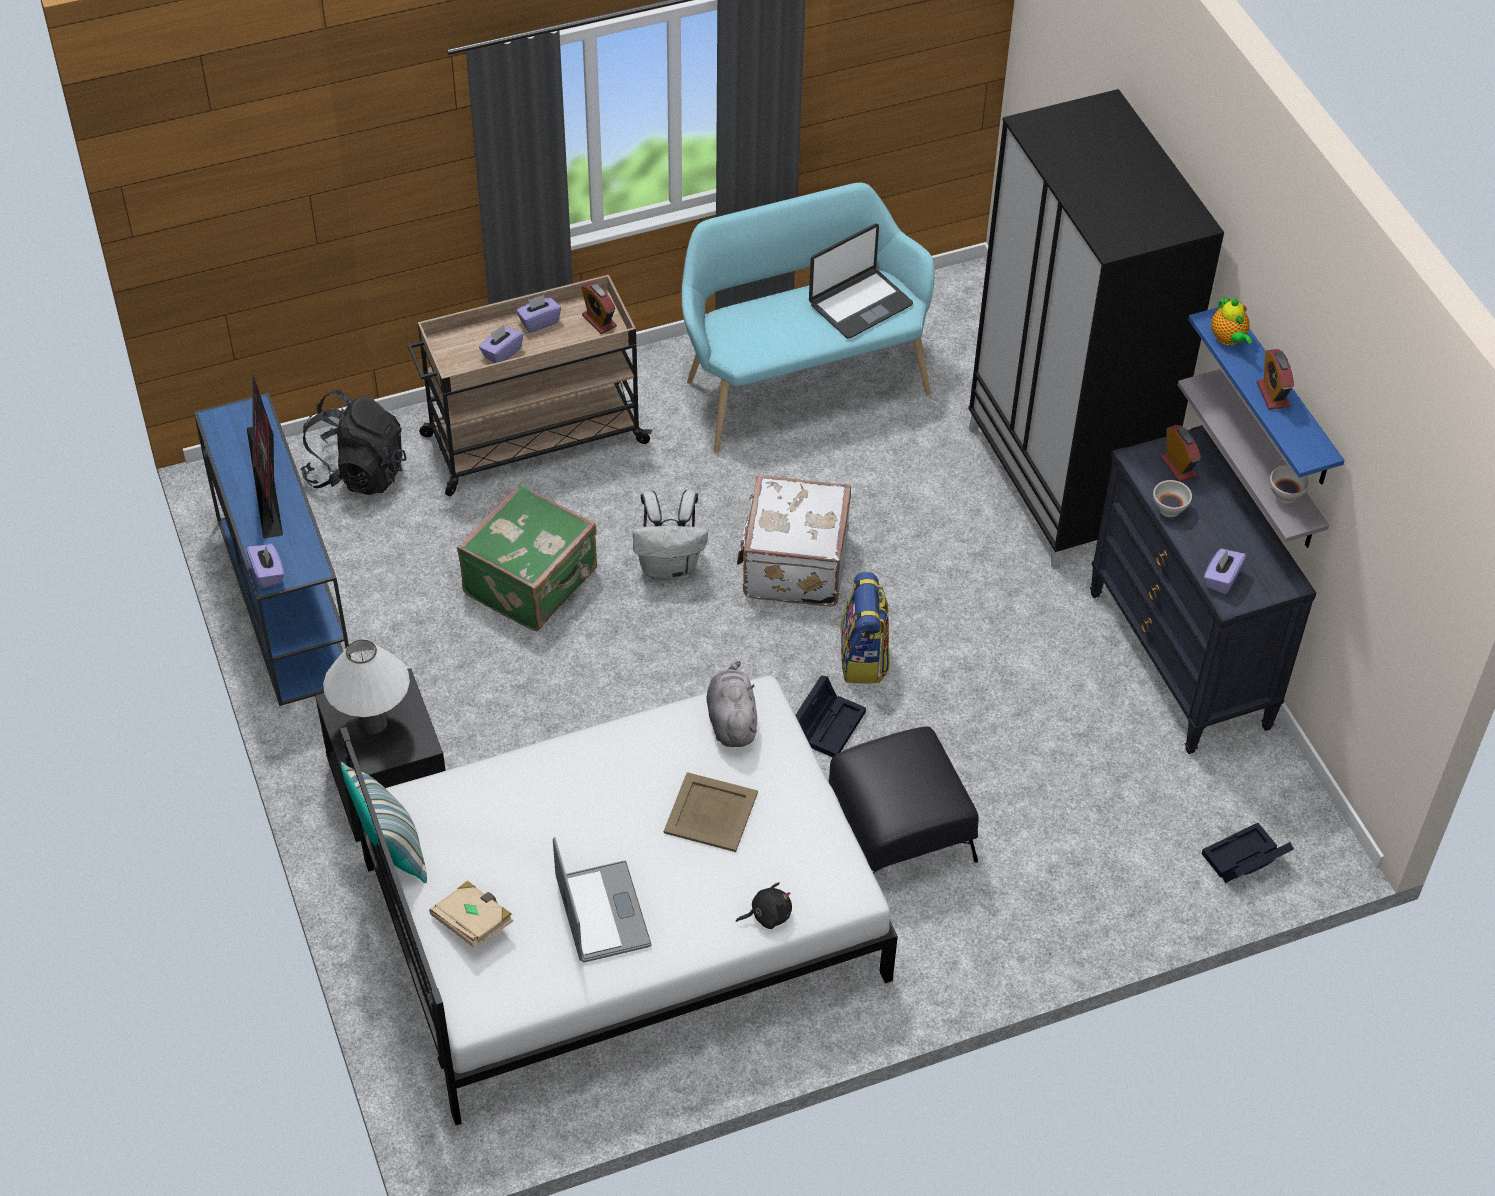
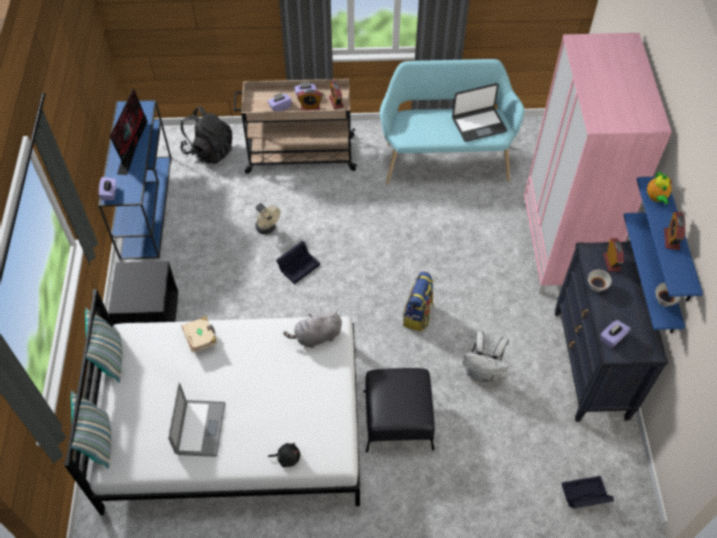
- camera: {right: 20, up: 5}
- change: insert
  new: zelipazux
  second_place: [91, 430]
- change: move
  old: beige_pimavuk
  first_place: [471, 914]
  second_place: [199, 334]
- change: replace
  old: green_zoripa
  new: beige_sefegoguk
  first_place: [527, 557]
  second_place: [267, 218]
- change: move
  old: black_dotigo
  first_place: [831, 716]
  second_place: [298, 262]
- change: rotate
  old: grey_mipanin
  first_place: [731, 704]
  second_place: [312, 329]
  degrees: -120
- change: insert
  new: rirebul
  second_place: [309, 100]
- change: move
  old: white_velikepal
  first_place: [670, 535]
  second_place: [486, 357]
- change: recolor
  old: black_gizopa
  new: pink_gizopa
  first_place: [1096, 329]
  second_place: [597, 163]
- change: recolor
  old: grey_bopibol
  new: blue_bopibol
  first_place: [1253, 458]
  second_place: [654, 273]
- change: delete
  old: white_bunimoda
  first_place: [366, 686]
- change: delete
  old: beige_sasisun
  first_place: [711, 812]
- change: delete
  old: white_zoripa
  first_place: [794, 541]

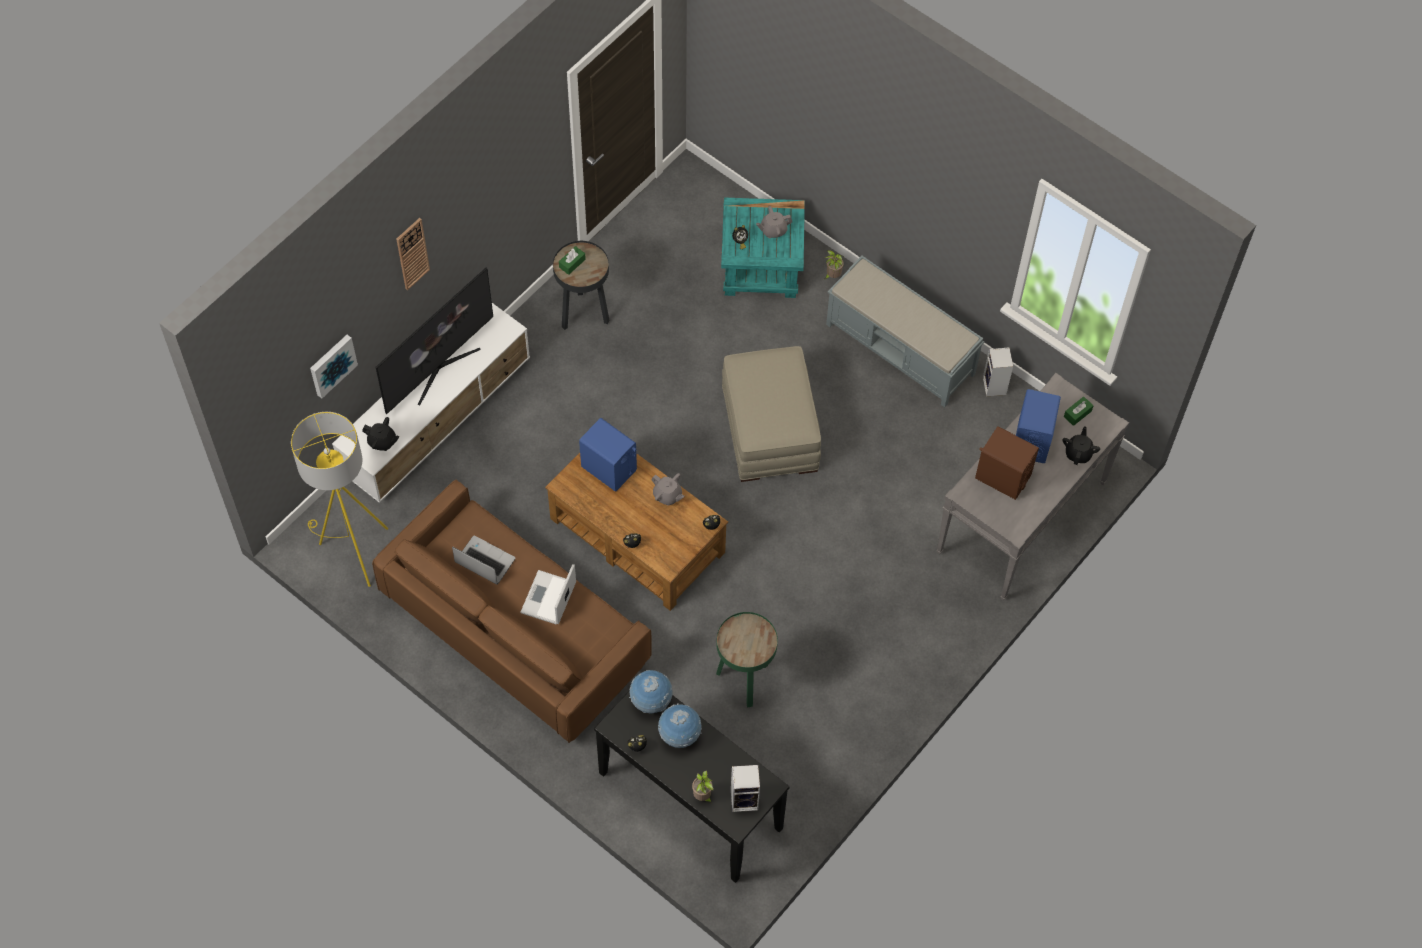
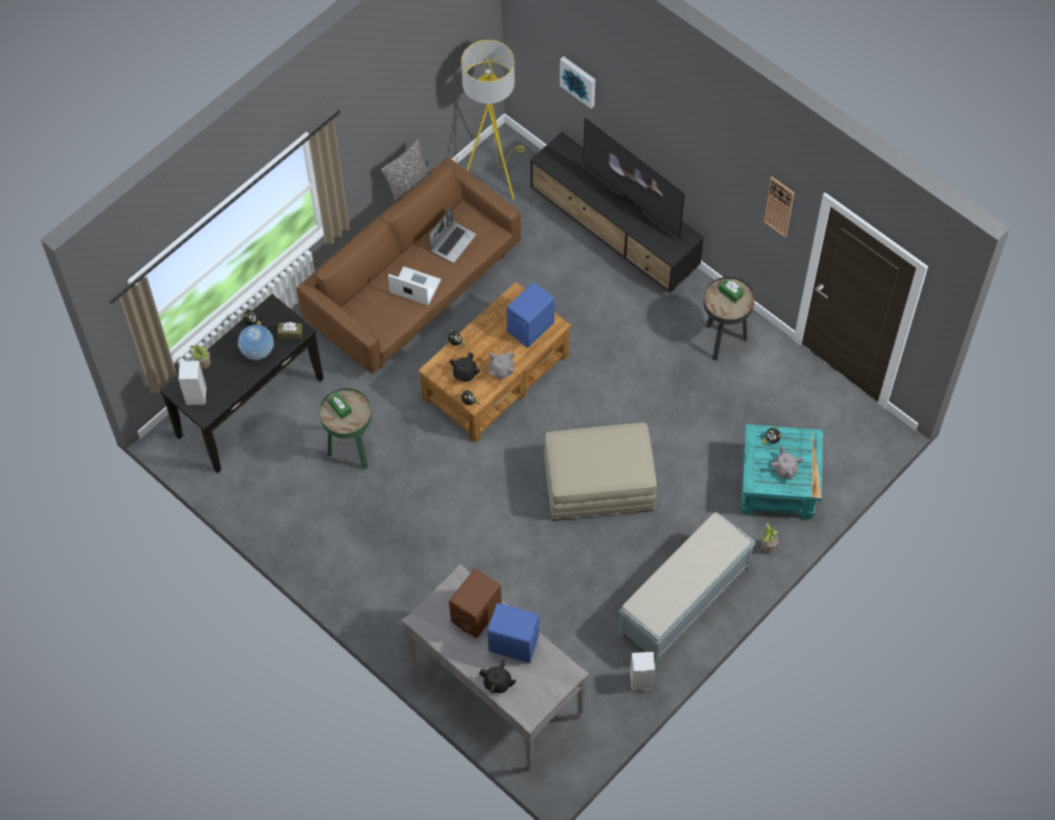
- camera: {right: 95, up: 0}
- change: replace
  old: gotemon
  new: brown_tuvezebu
  first_place: [651, 691]
  second_place: [290, 330]
- change: move
  old: green_tuvezebu
  first_place: [1079, 411]
  second_place: [340, 405]
- change: insert
  new: zelipazux
  second_place: [406, 172]
- change: move
  old: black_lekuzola
  first_place: [380, 434]
  second_place: [464, 367]
- change: recolor
  old: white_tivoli
  new: black_tivoli
  first_place: [431, 403]
  second_place: [617, 212]
- change: move
  old: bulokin
  first_place: [413, 254]
  second_place: [778, 207]

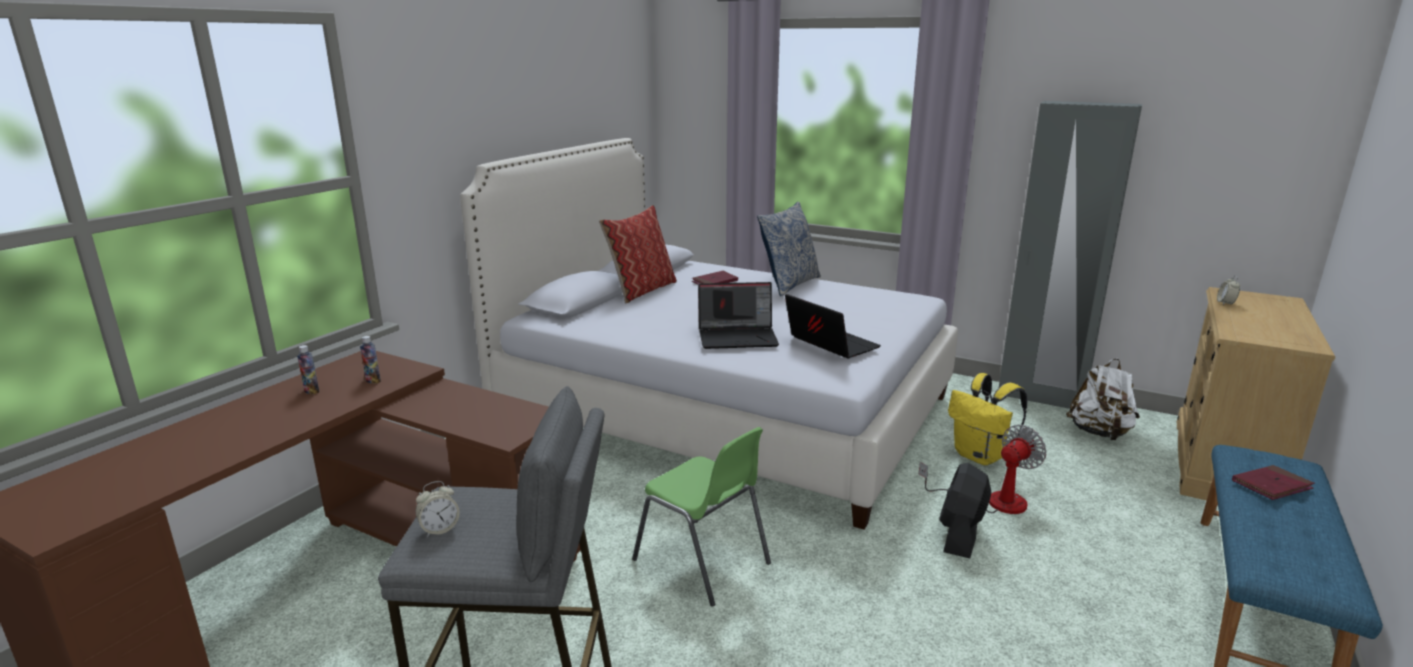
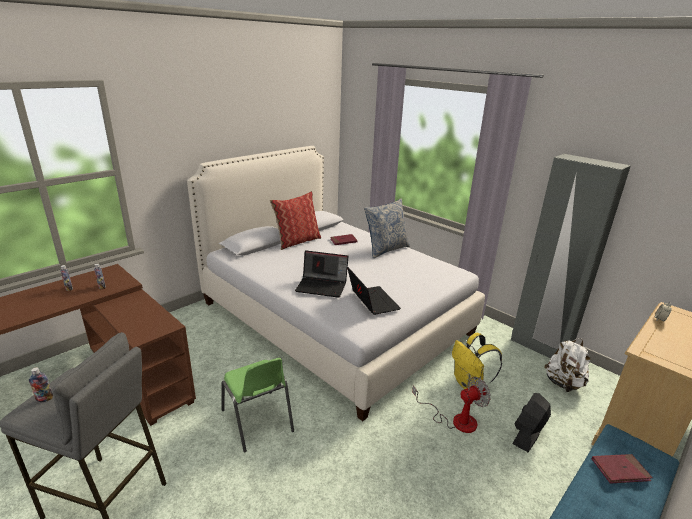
- camera: {right: 15, up: 5}
- change: replace
  old: rirebul
  new: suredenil
  first_place: [438, 509]
  second_place: [41, 384]
- change: move
  old: black_sefegoguk
  first_place: [965, 510]
  second_place: [531, 422]

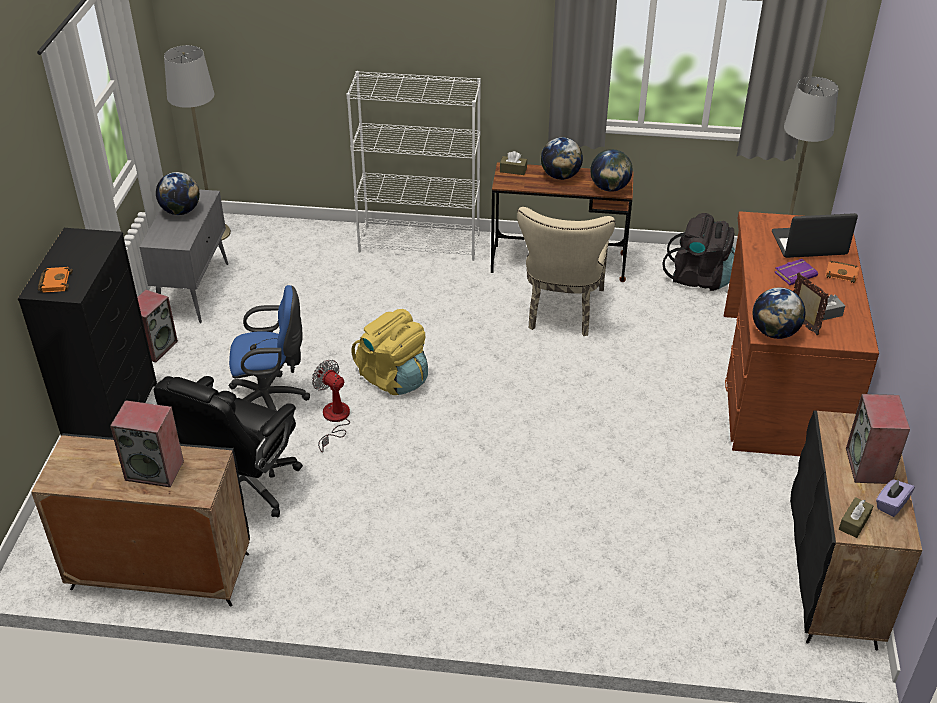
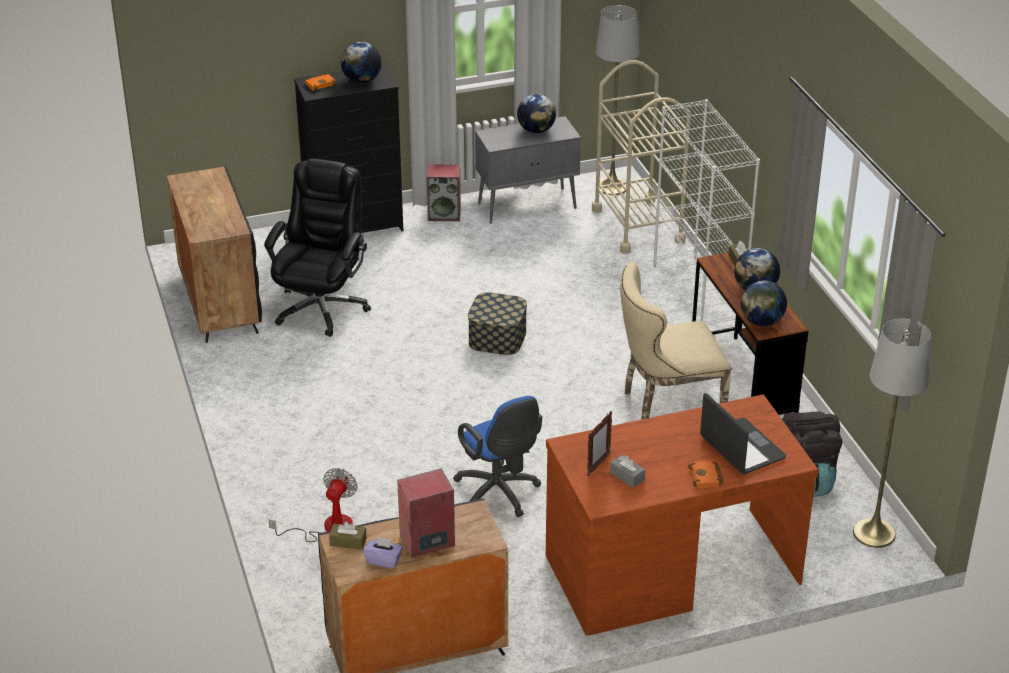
- camera: {right: 65, up: -5}
- change: rotate
  old: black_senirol
  first_place: [228, 446]
  second_place: [317, 248]
  degrees: 105
- change: move
  old: sefegoguk
  first_place: [331, 406]
  second_place: [313, 505]
- change: move
  old: gotemon
  first_place: [779, 313]
  second_place: [361, 62]
- change: move
  old: blue_senirol
  first_place: [269, 348]
  second_place: [497, 456]
- change: replace
  old: yellow_velikepal
  new: dotigo
  first_place: [389, 352]
  second_place: [497, 323]
- change: insert
  new: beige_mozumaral
  second_place: [641, 157]
- change: delete
  old: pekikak
  first_place: [147, 443]
- change: delete
  old: purple_pimavuk
  first_place: [796, 272]

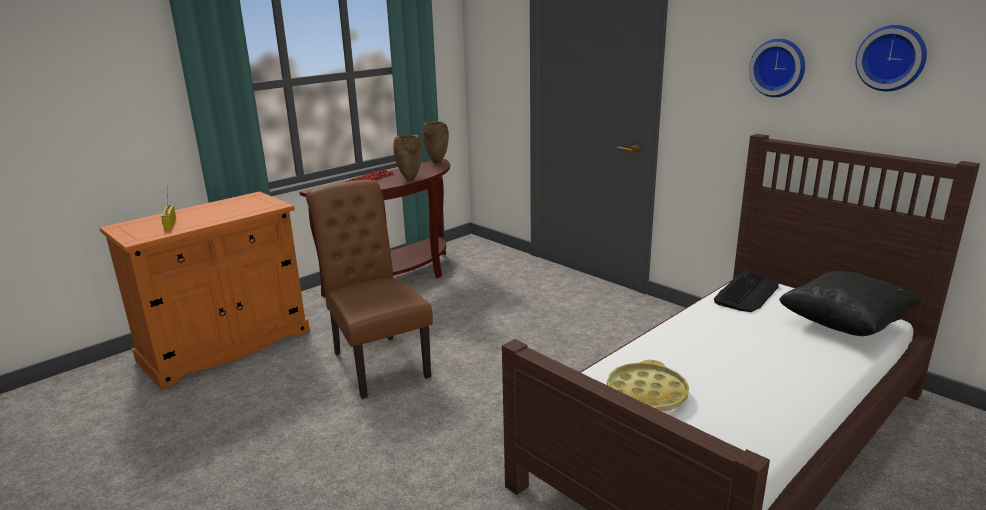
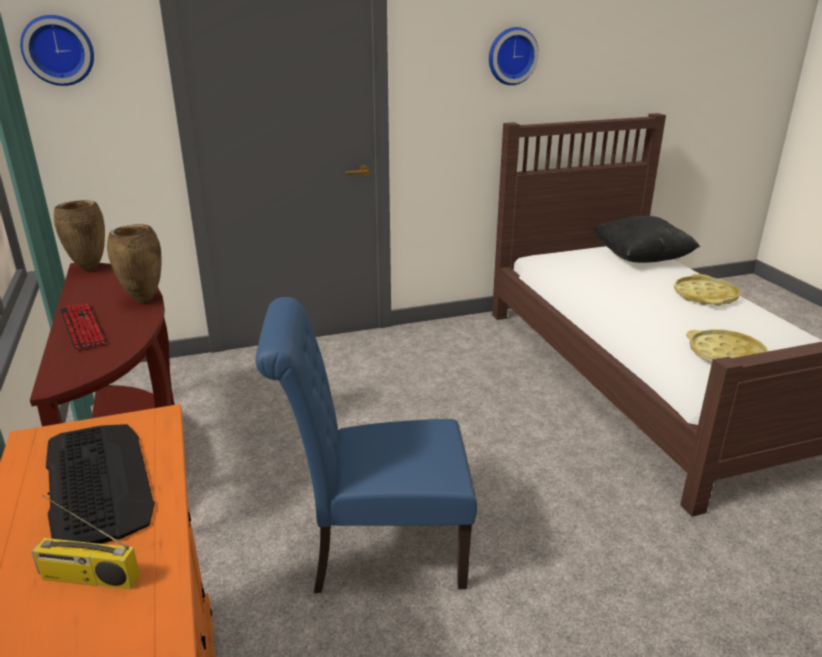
- camera: {right: -65, up: 5}
- change: move
  old: bulokin
  first_place: [891, 58]
  second_place: [57, 50]
- change: move
  old: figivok
  first_place: [746, 291]
  second_place: [100, 484]
- change: recolor
  old: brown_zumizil
  new: blue_zumizil
  first_place: [369, 289]
  second_place: [366, 445]
- change: insert
  new: yellow_sasisun
  second_place: [707, 290]

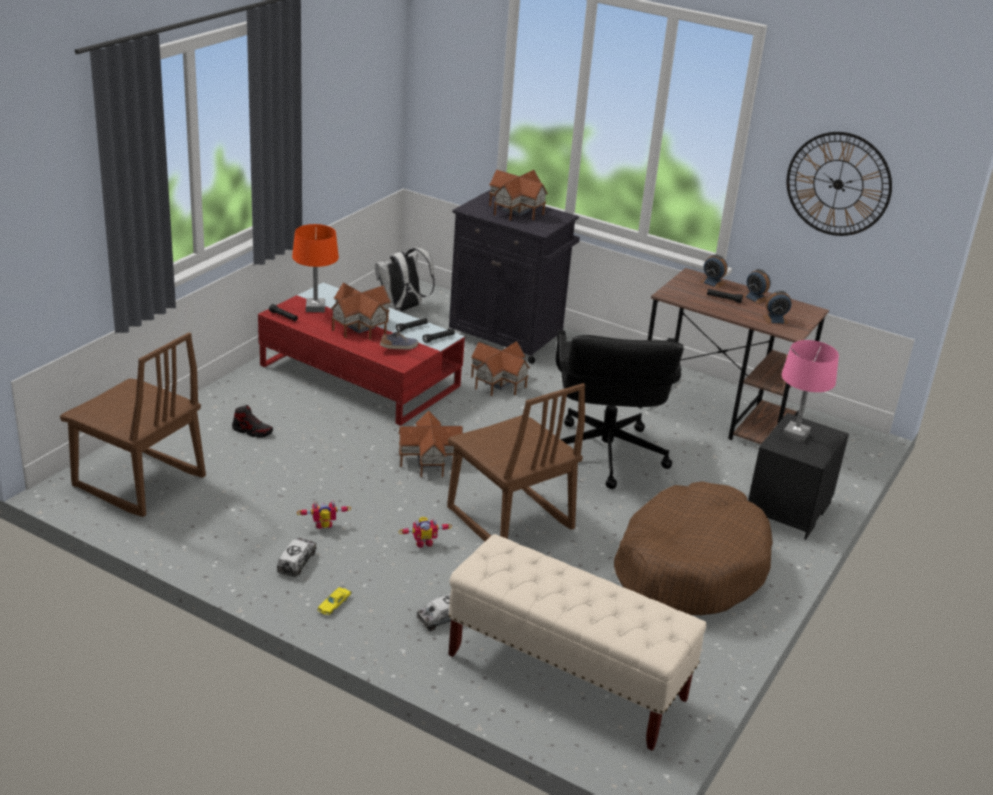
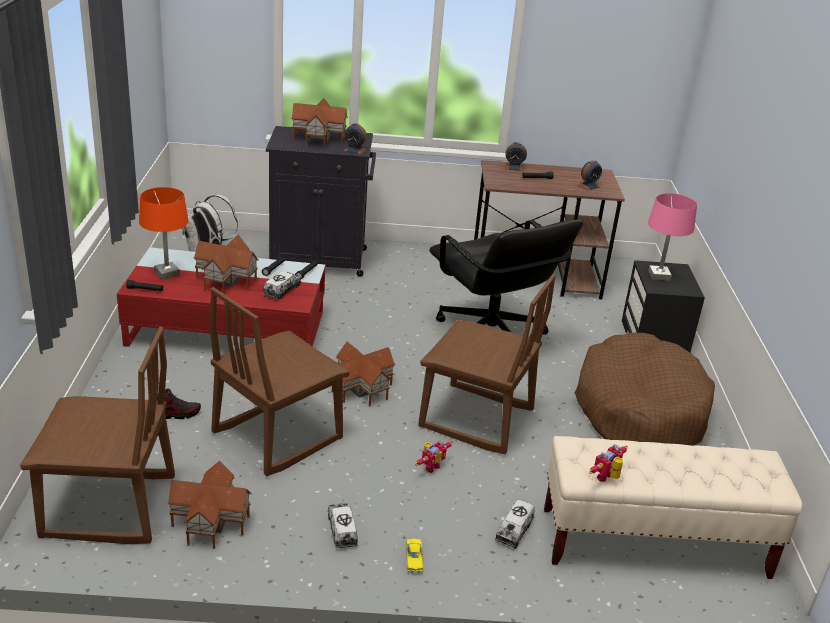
- camera: {right: -30, up: 0}
- change: move
  old: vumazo
  first_place: [500, 368]
  second_place: [209, 505]
- change: insert
  new: brown_zumizil
  second_place: [279, 381]
- change: replace
  old: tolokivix
  new: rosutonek
  first_place: [399, 341]
  second_place: [282, 285]
- change: move
  old: rirebul
  first_place: [757, 286]
  second_place: [355, 138]
- change: move
  old: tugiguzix
  first_place: [324, 514]
  second_place: [608, 463]
- change: delete
  old: bulokin
  first_place: [839, 184]

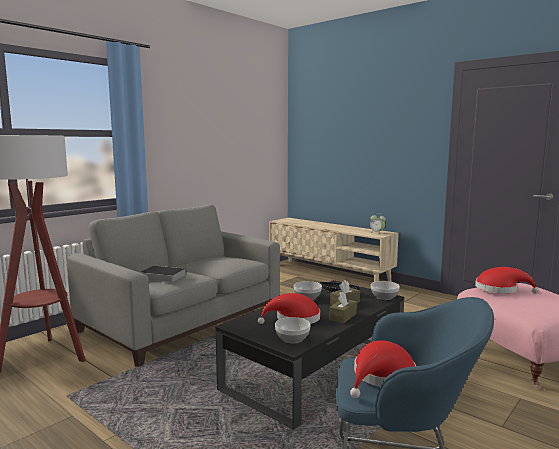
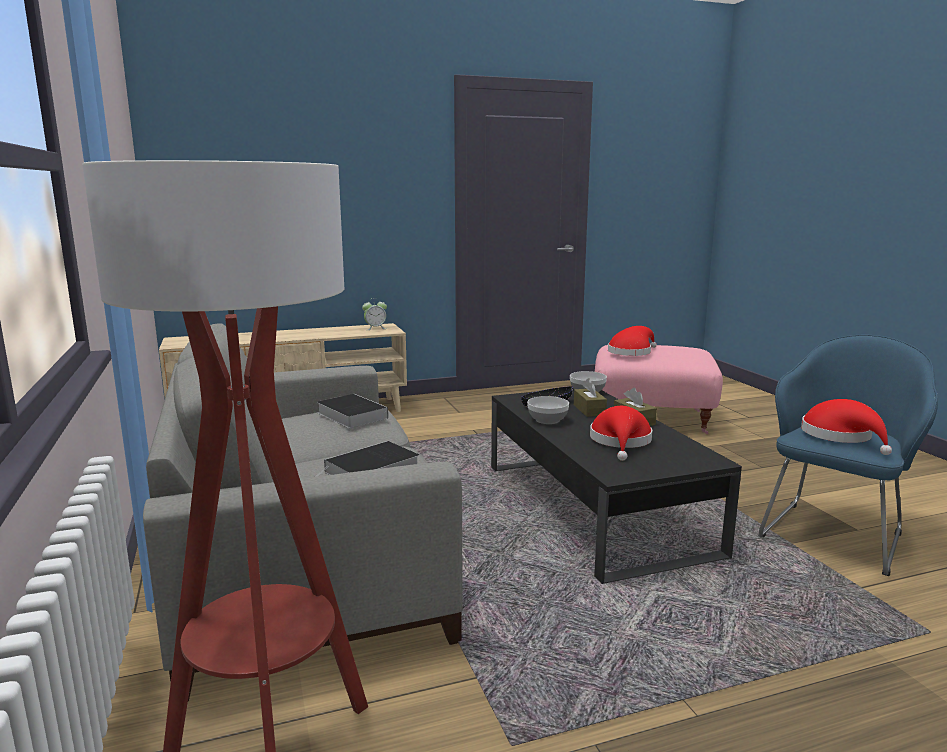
- camera: {right: -60, up: 5}
- change: insert
  new: pimavuk
  second_place: [352, 411]
- change: delete
  old: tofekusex
  first_place: [293, 330]

